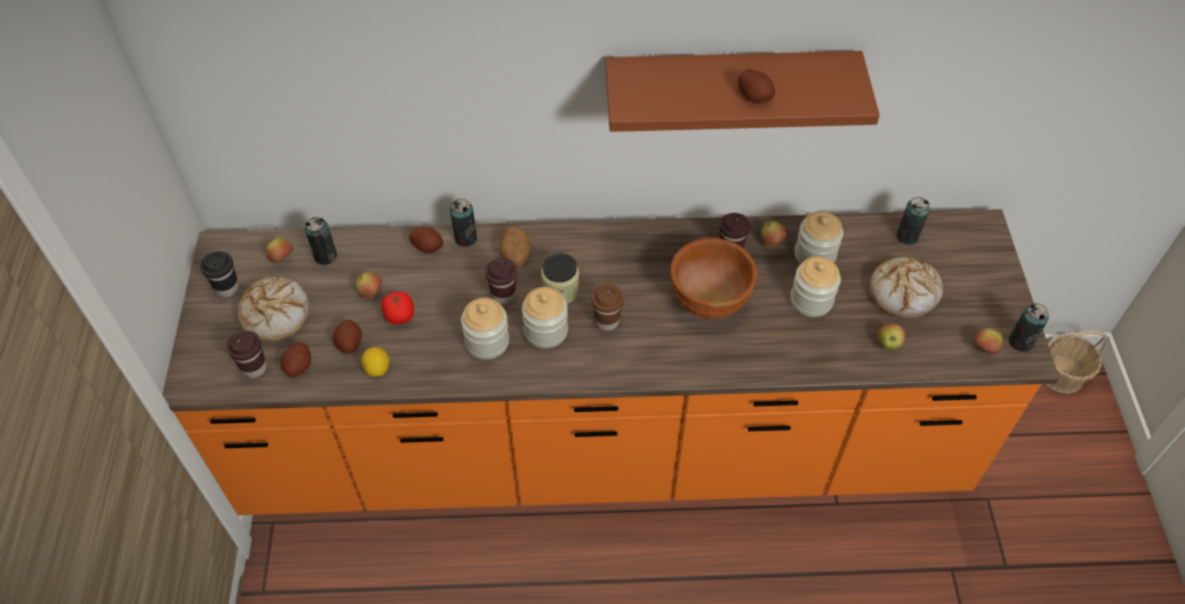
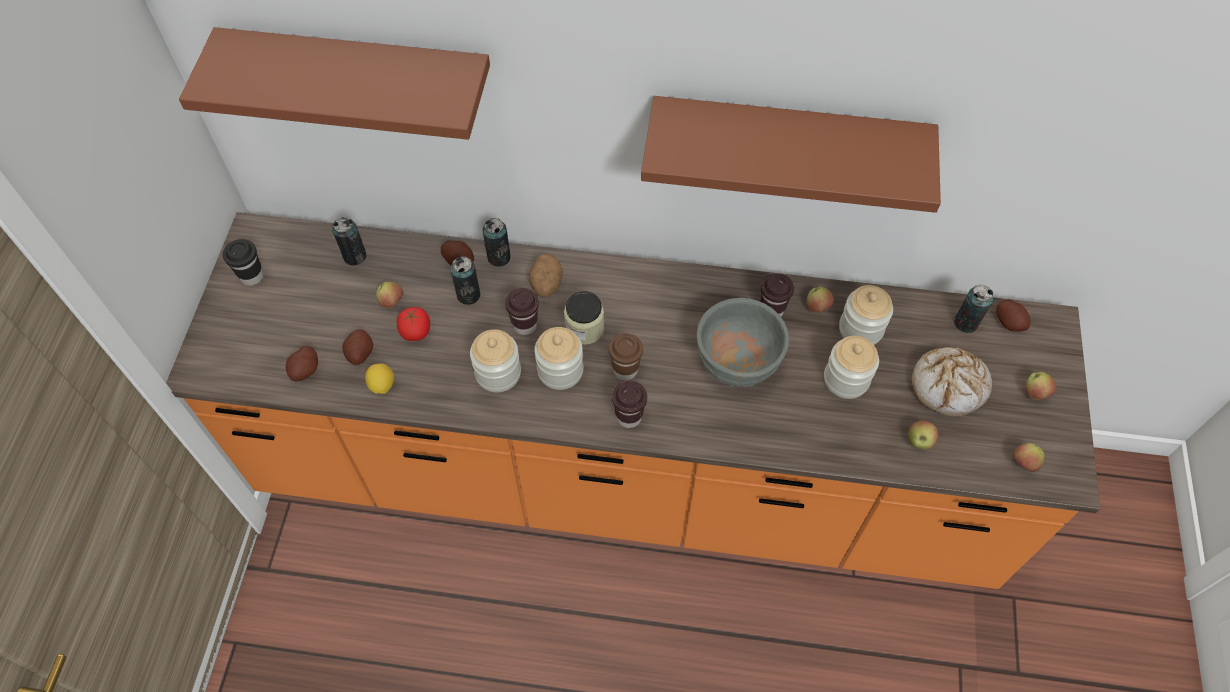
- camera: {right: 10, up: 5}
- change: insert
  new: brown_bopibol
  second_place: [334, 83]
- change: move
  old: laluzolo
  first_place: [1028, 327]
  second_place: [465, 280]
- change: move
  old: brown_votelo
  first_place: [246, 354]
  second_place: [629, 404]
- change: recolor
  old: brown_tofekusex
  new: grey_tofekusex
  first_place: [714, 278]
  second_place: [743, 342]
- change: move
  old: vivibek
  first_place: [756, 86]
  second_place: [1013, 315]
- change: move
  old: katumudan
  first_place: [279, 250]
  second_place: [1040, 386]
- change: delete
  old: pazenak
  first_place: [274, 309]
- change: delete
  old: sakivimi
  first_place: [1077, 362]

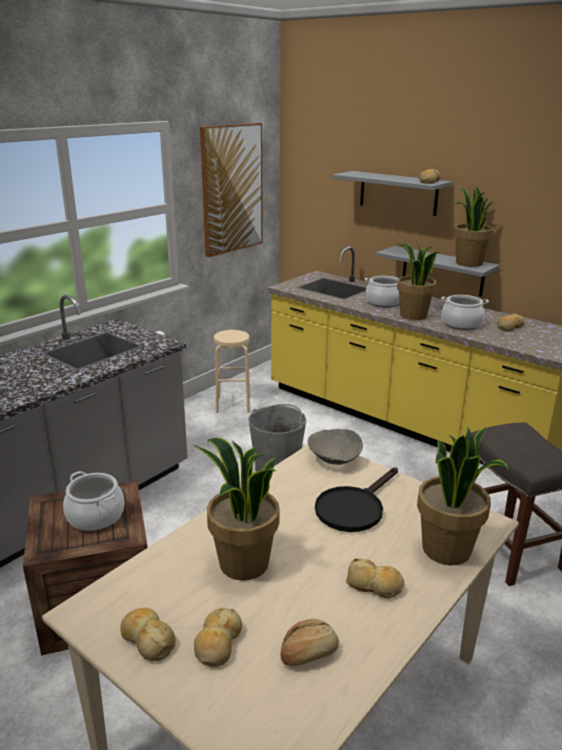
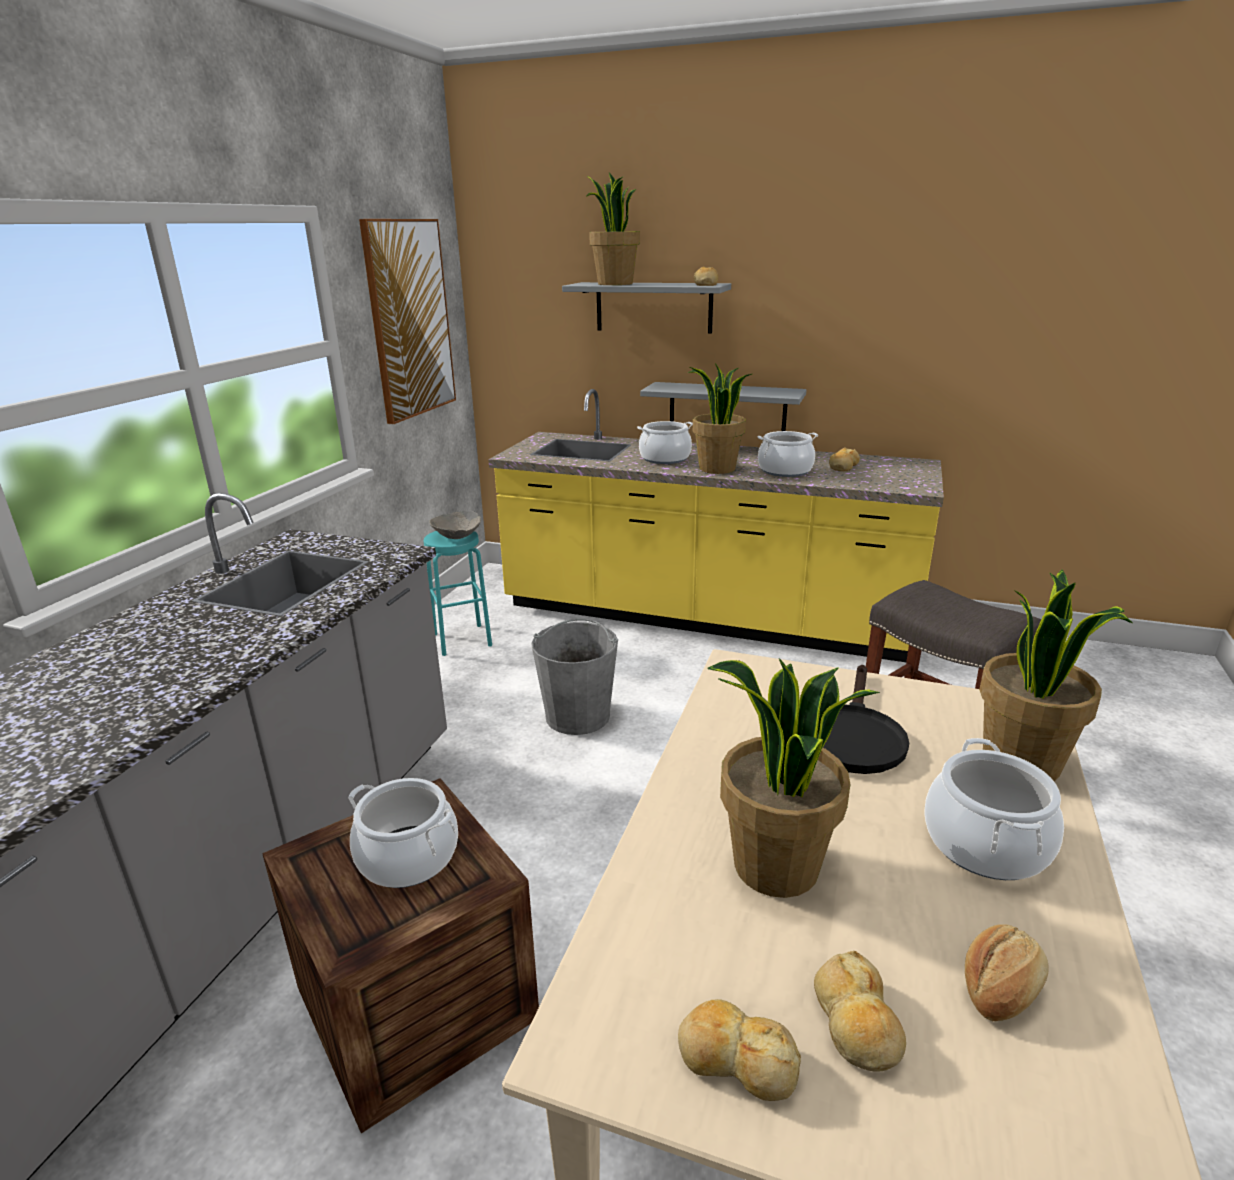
- camera: {right: -20, up: 0}
- change: recolor
  old: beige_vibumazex
  new: turquoise_vibumazex
  first_place: [232, 371]
  second_place: [458, 593]
- change: move
  old: grey_tofekusex
  first_place: [335, 447]
  second_place: [455, 524]
- change: move
  old: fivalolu
  first_place: [474, 226]
  second_place: [613, 228]
- change: replace
  old: pazenak
  new: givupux
  first_place: [375, 578]
  second_place: [994, 809]

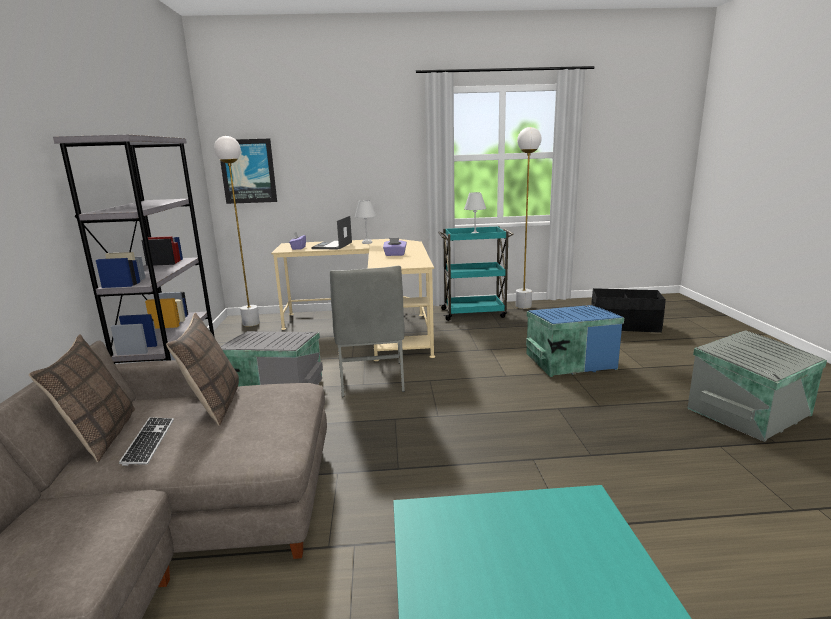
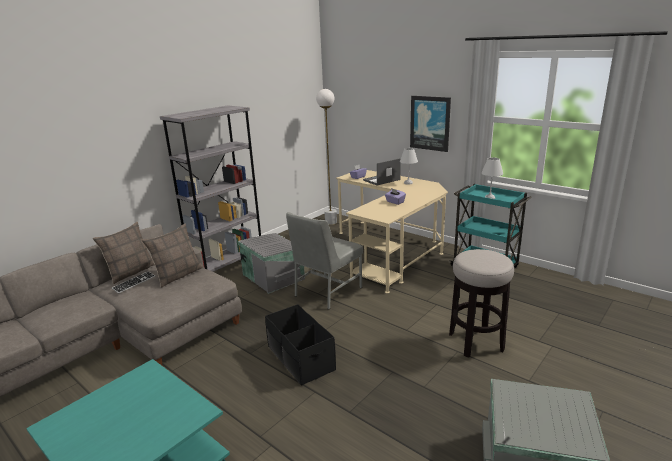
- camera: {right: 45, up: 5}
- change: move
  old: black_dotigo
  first_place: [628, 310]
  second_place: [300, 345]
- change: move
  old: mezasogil
  first_place: [248, 171]
  second_place: [430, 124]
- change: replace
  old: blue_dotigo
  new: vibumazex
  first_place: [575, 341]
  second_place: [481, 303]
- change: delete
  old: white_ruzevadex
  first_place: [529, 218]

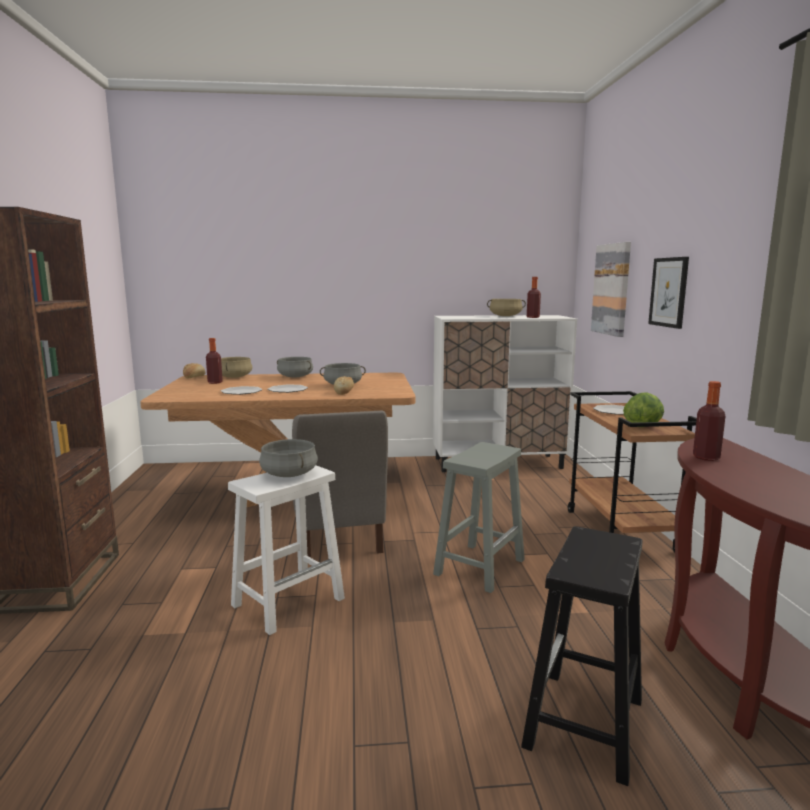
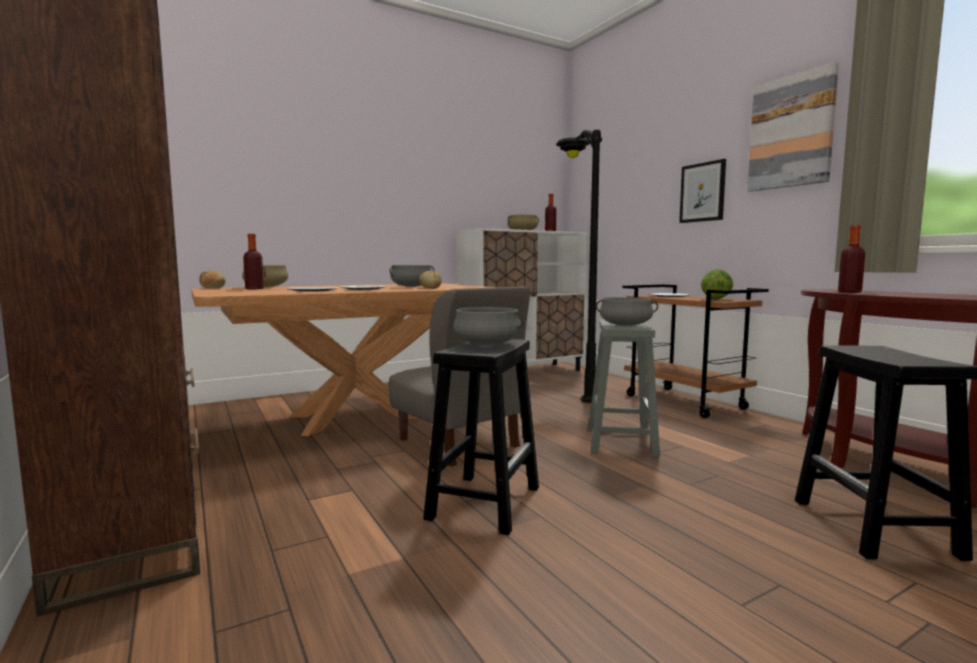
- camera: {right: -25, up: -5}
- change: recolor
  old: white_vibumazex
  new: black_vibumazex
  first_place: [286, 550]
  second_place: [481, 437]
- change: insert
  new: black_ruzevadex
  second_place: [579, 266]
- change: move
  old: grey_givupux
  first_place: [295, 367]
  second_place: [627, 311]
- change: move
  old: mezasogil
  first_place: [611, 289]
  second_place: [793, 126]

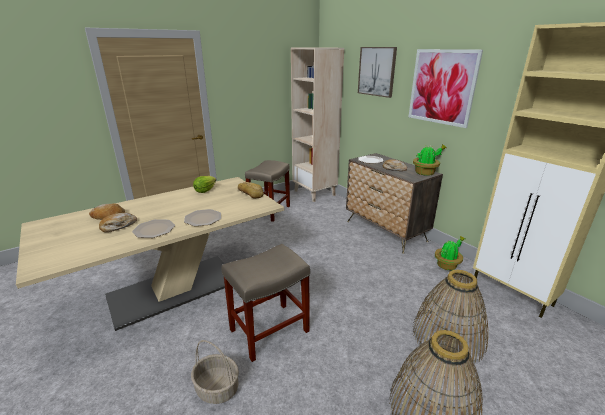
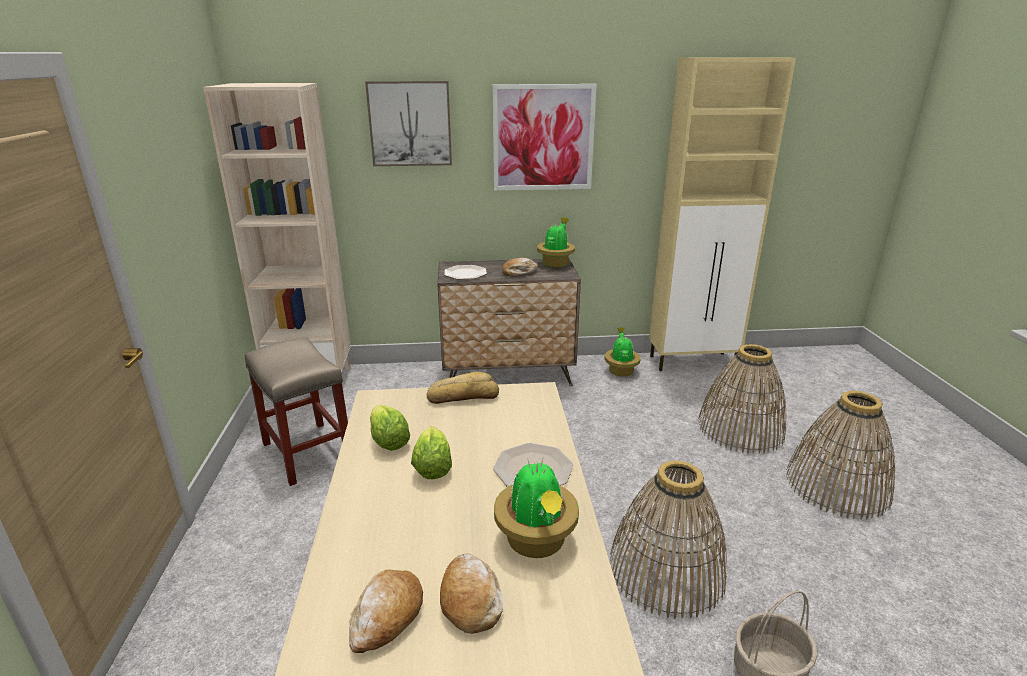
- camera: {right: -60, up: 0}
- change: insert
  new: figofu
  second_place: [431, 452]
- change: replace
  old: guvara
  new: fivalolu
  first_place: [153, 228]
  second_place: [536, 507]
- change: replace
  old: beige_vibumazex
  new: sakivimi
  first_place: [265, 303]
  second_place: [668, 539]

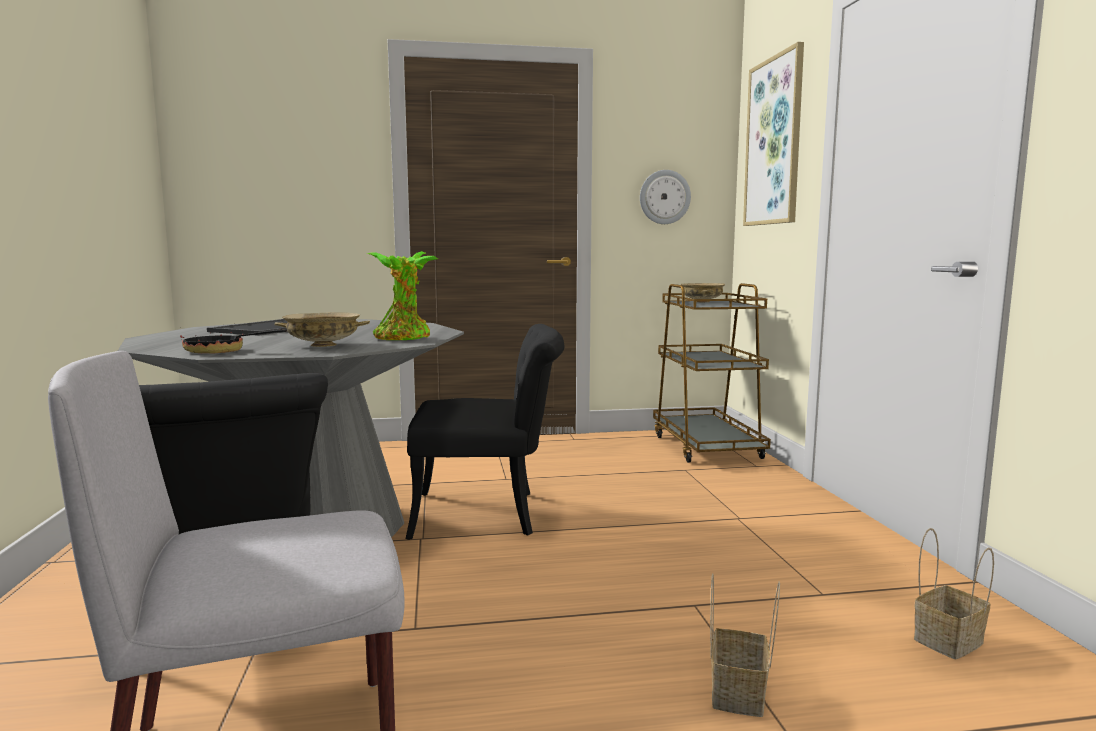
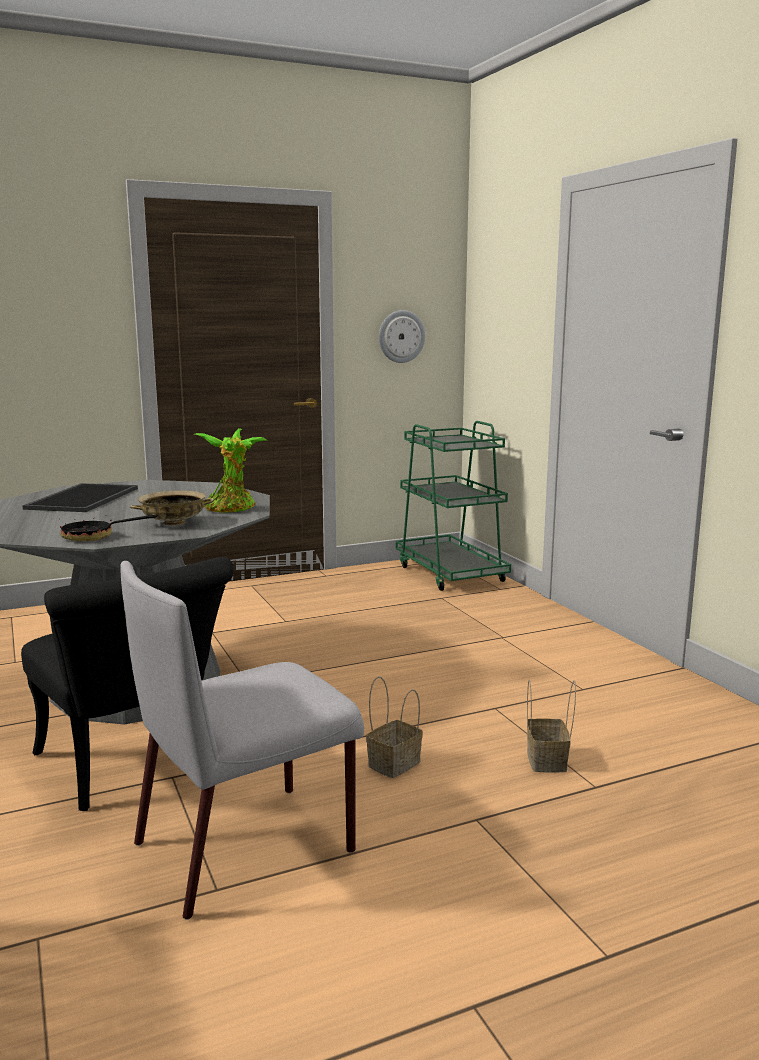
- camera: {right: -15, up: 5}
- change: move
  old: sakivimi
  first_place: [954, 593]
  second_place: [394, 727]
- change: recolor
  old: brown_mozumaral
  new: green_mozumaral
  first_place: [712, 373]
  second_place: [453, 506]
- change: delete
  old: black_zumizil
  first_place: [484, 432]
- change: delete
  old: beige_tofekusex
  first_place: [703, 292]
- change: delete
  old: mezasogil
  first_place: [773, 134]

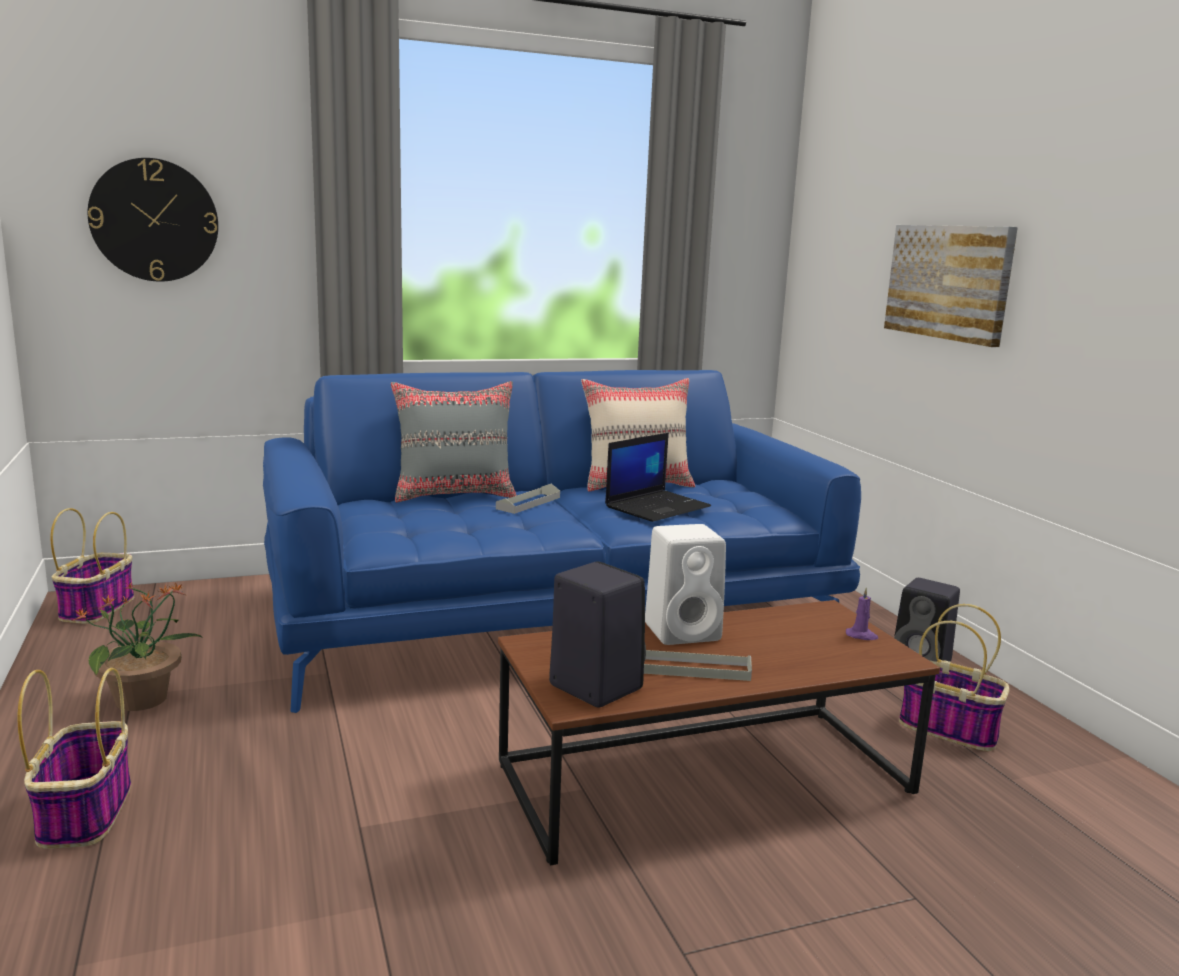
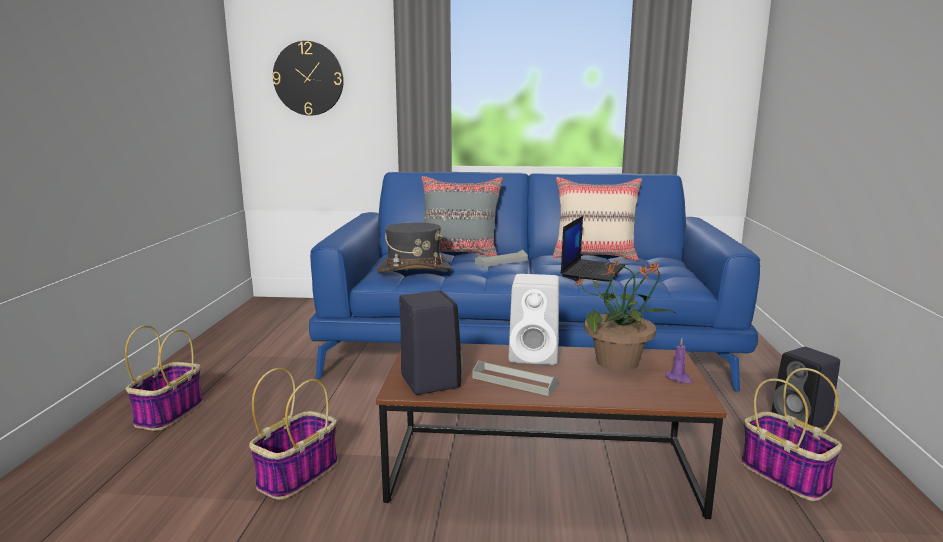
- camera: {right: 25, up: 0}
- change: move
  old: sakivimi
  first_place: [92, 566]
  second_place: [293, 434]
- change: insert
  new: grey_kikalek
  second_place: [413, 248]
- change: rotate
  old: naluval
  first_place: [658, 477]
  second_place: [593, 249]
  degrees: -45
- change: move
  old: fivalolu
  first_place: [137, 646]
  second_place: [625, 315]
- change: delete
  old: mezasogil
  first_place: [951, 286]

